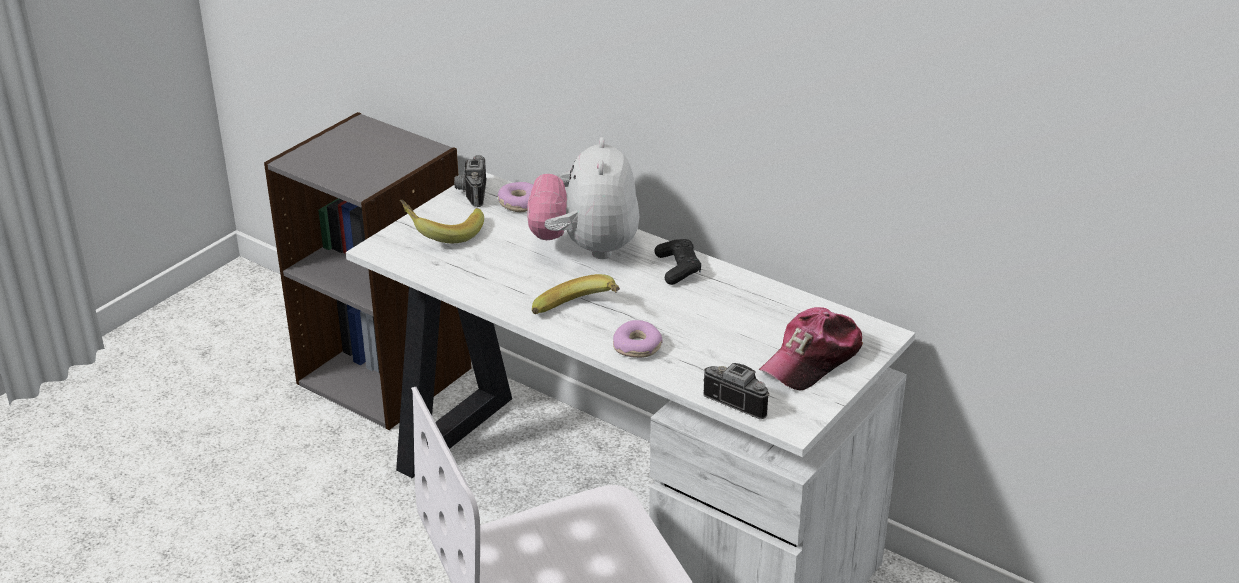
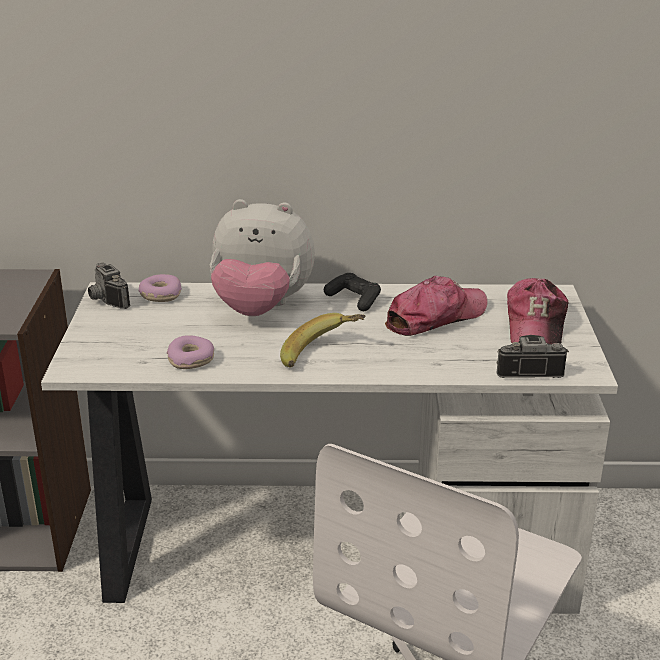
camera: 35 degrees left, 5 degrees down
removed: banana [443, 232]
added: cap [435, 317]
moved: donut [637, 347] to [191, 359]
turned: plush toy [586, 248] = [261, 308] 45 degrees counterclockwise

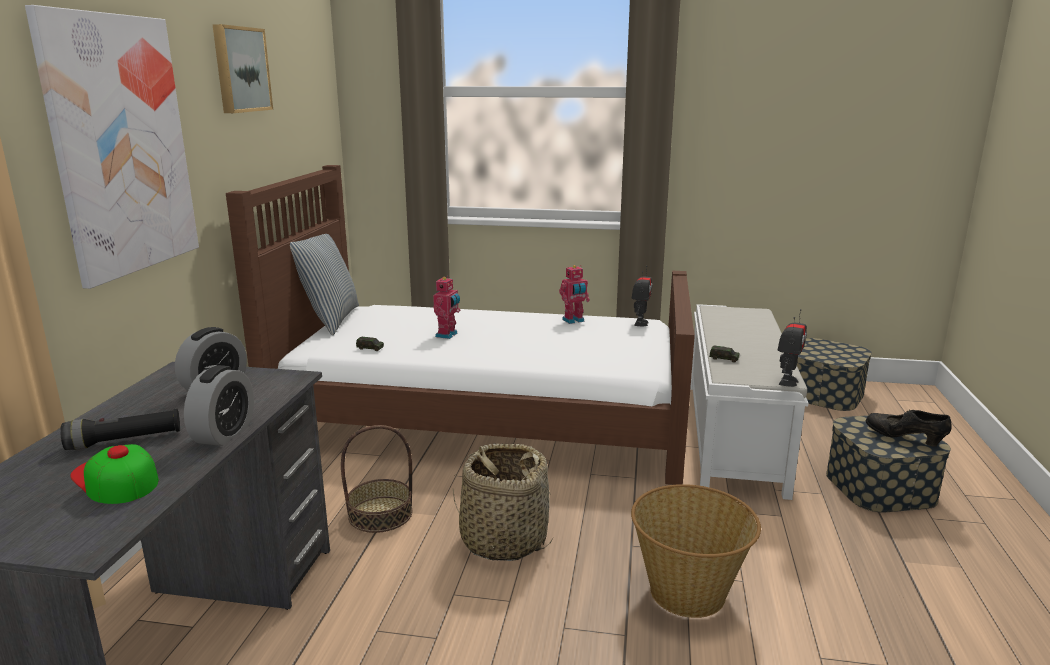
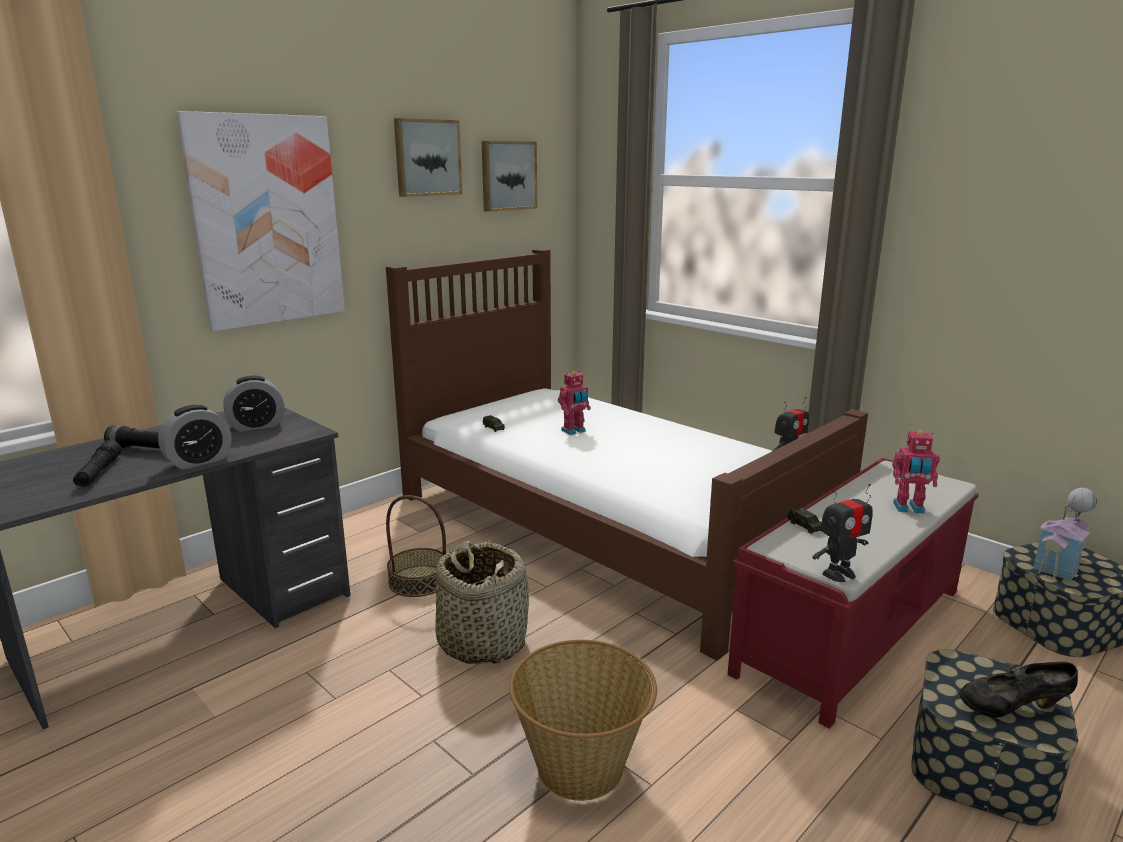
camera: 35 degrees right, 0 degrees up
removed: pillow [329, 320]
added: picture [507, 175]; toy house [1060, 565]
moved: toy robot [574, 321] to [909, 508]
replaced: cap [115, 478] to flashlight (black) [99, 472]
recoloured: bench (white) [733, 434] to bench (red) [852, 629]
turned: shoe (black) [904, 439] = [1011, 709] 75 degrees counterclockwise

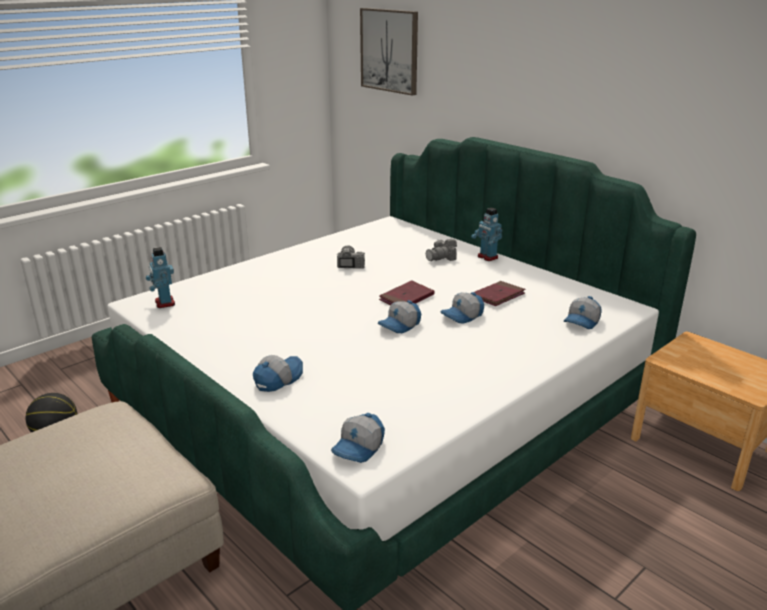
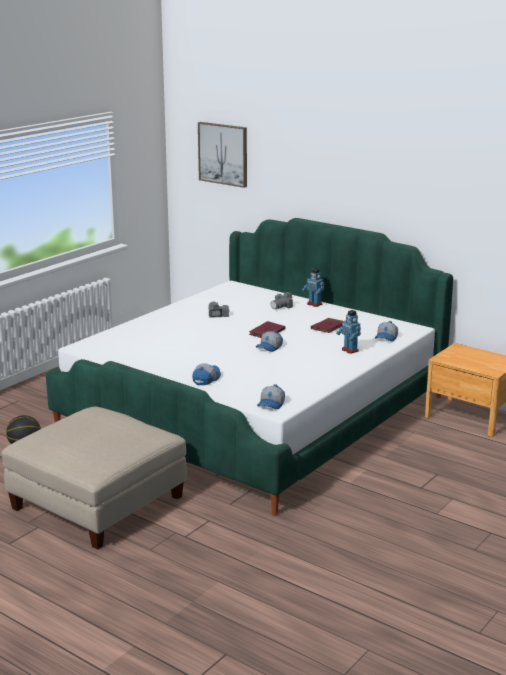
camera: 10 degrees left, 5 degrees down
removed: cap [462, 316]
moved: toy robot [164, 303] to [349, 350]

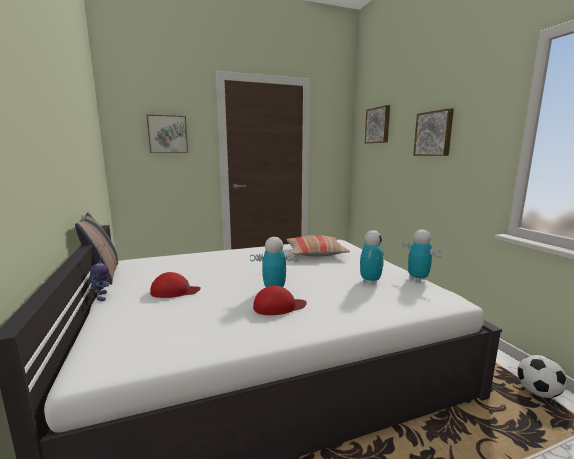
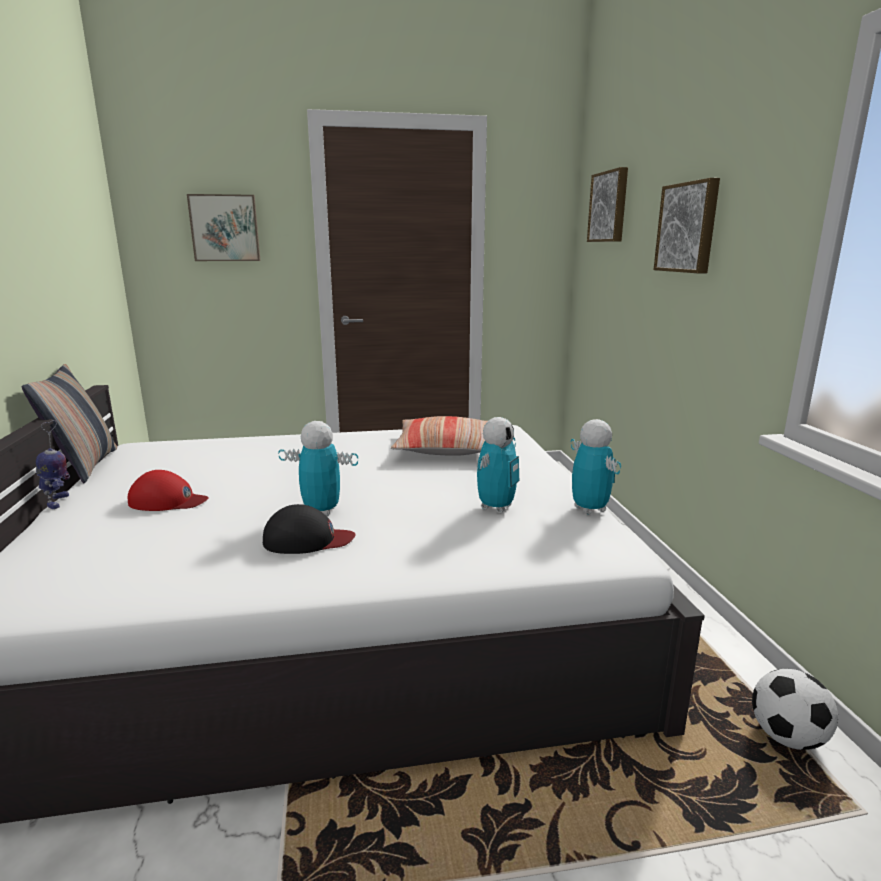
camera: 10 degrees right, 5 degrees up
recoloured: cap (red) [279, 306] to cap (black) [307, 540]

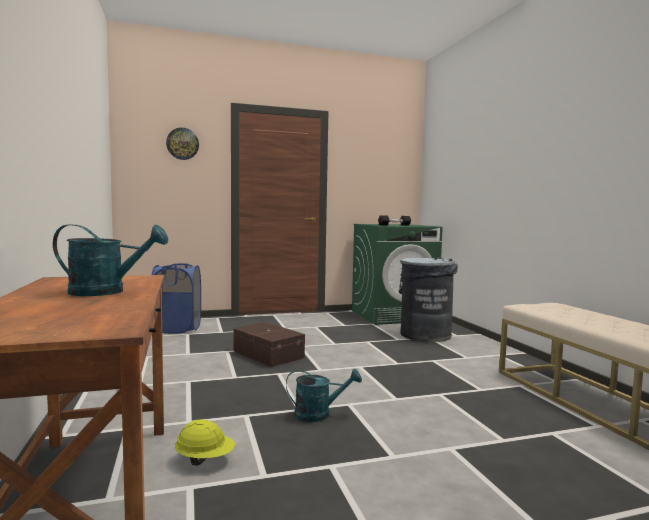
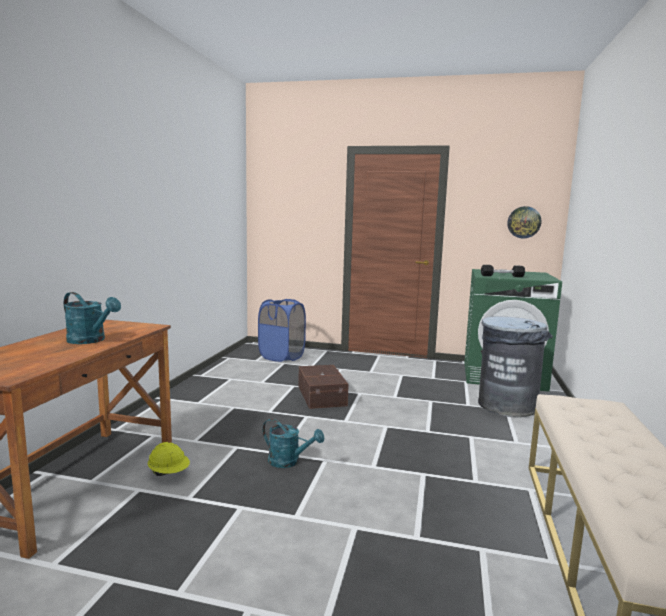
camera: 30 degrees right, 5 degrees up
moved: wall clock [182, 144] to [524, 222]

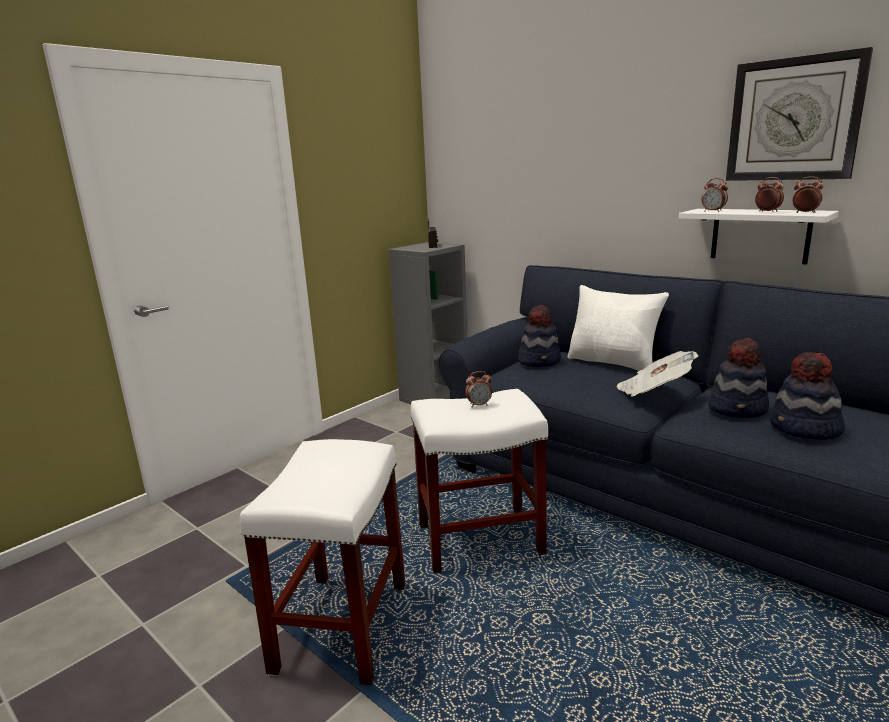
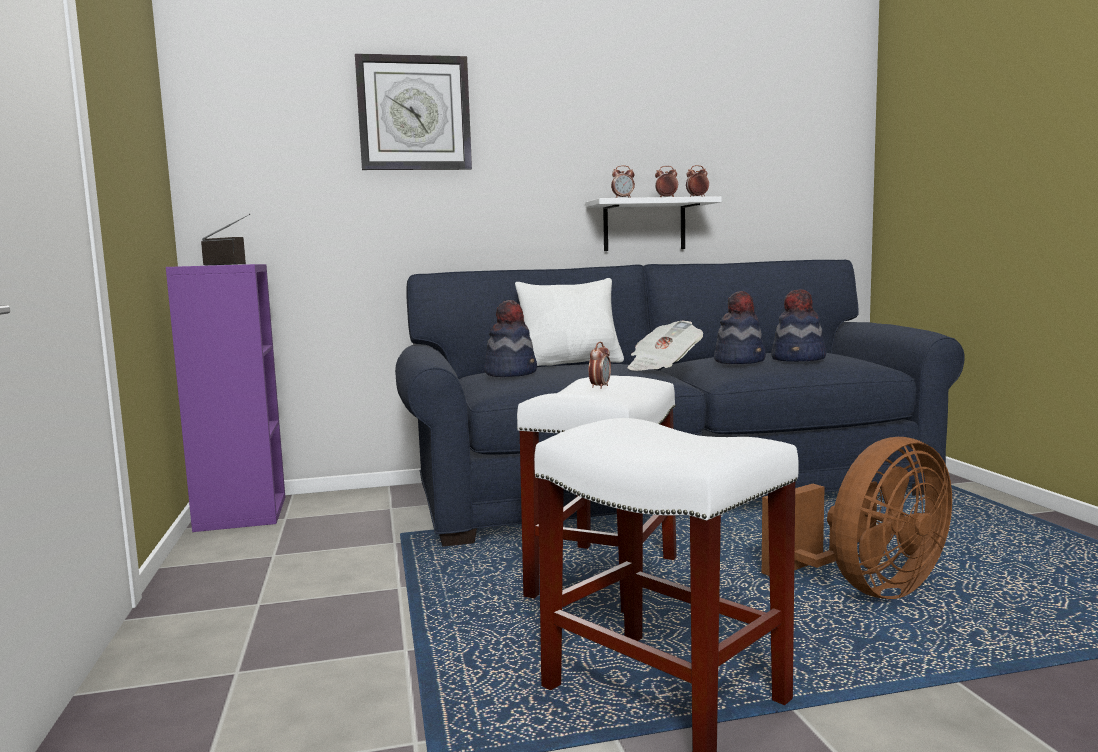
camera: 55 degrees left, 10 degrees down
added: fan (brown) [868, 589]
moved: wall clock [793, 120] to [414, 113]
recoloured: bookcase (grey) [434, 397] to bookcase (purple) [240, 513]

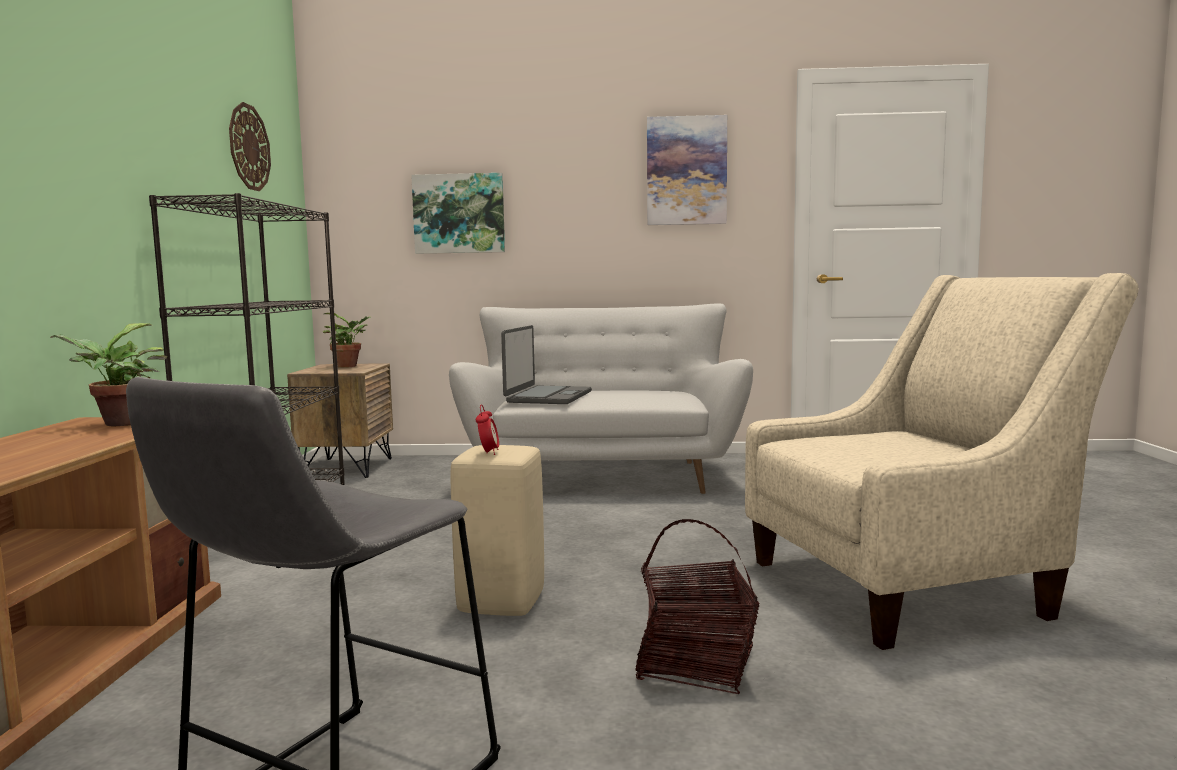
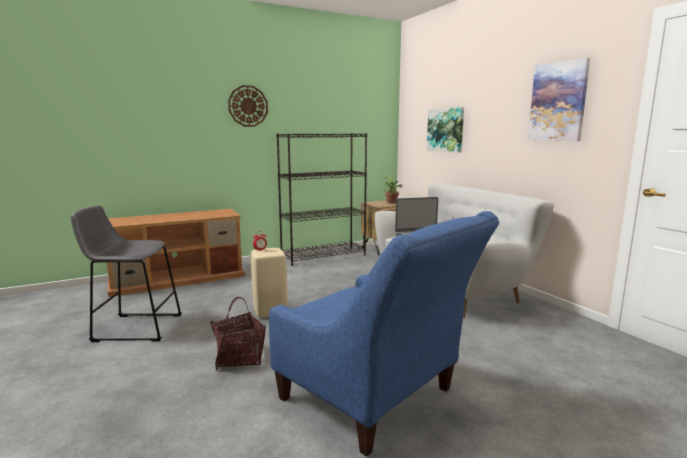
camera: 60 degrees right, 5 degrees up
removed: potted plant [119, 424]
moved: wall clock [249, 147] to [248, 106]
recoloured: armchair (beige) [912, 585] to armchair (blue) [376, 399]

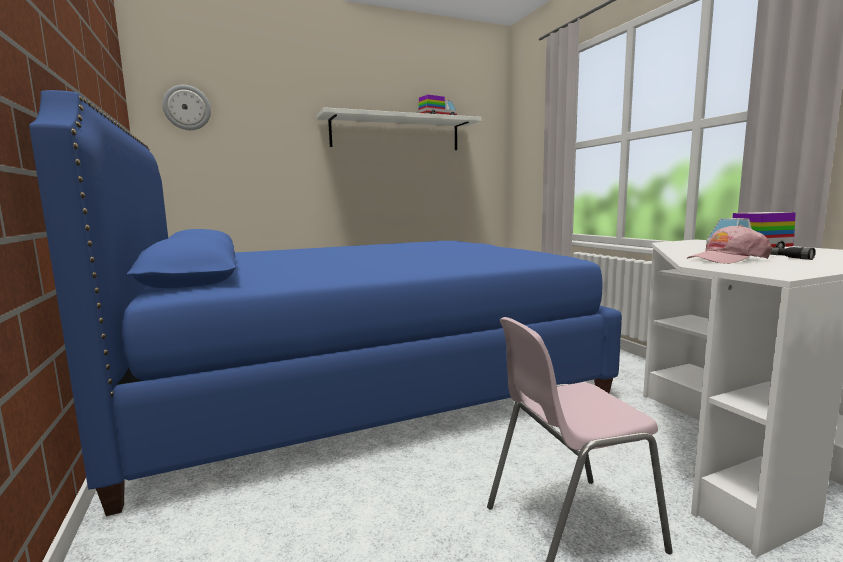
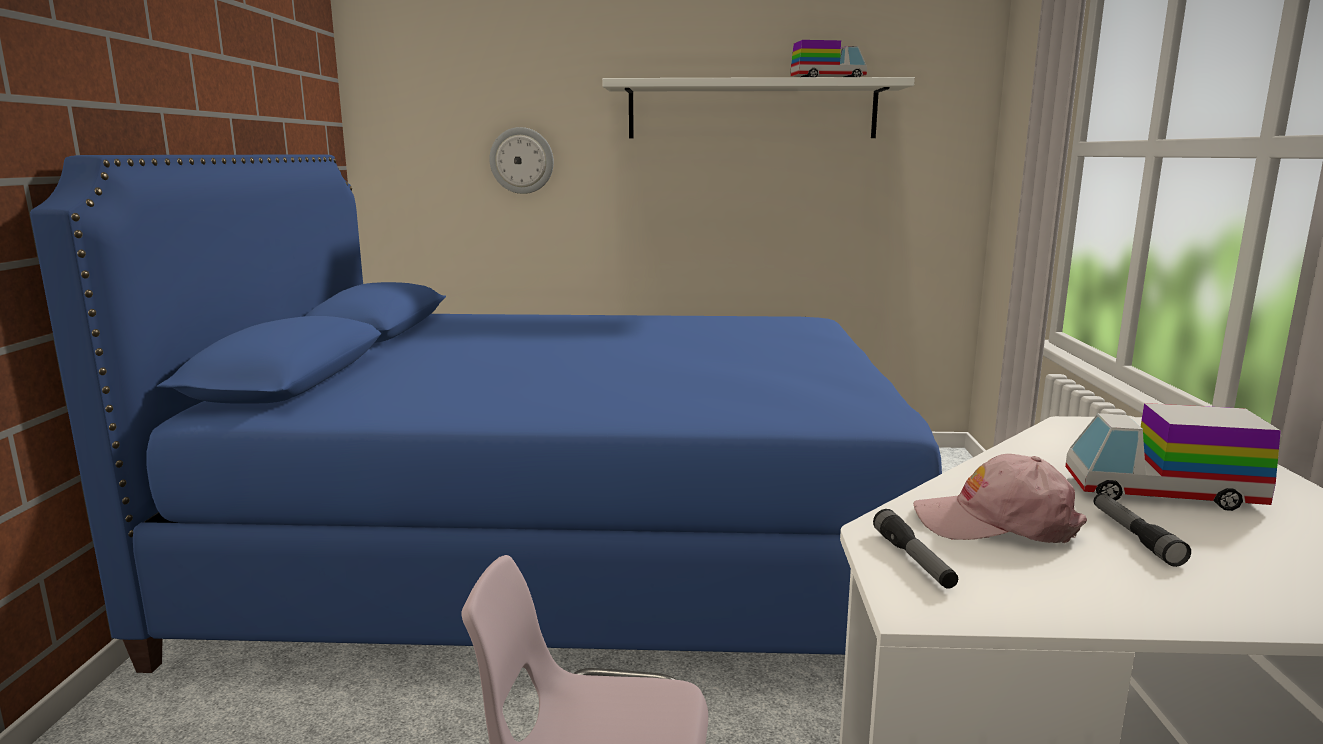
camera: 25 degrees right, 5 degrees up
added: flashlight [913, 560]
moved: wall clock [187, 108] to [522, 160]

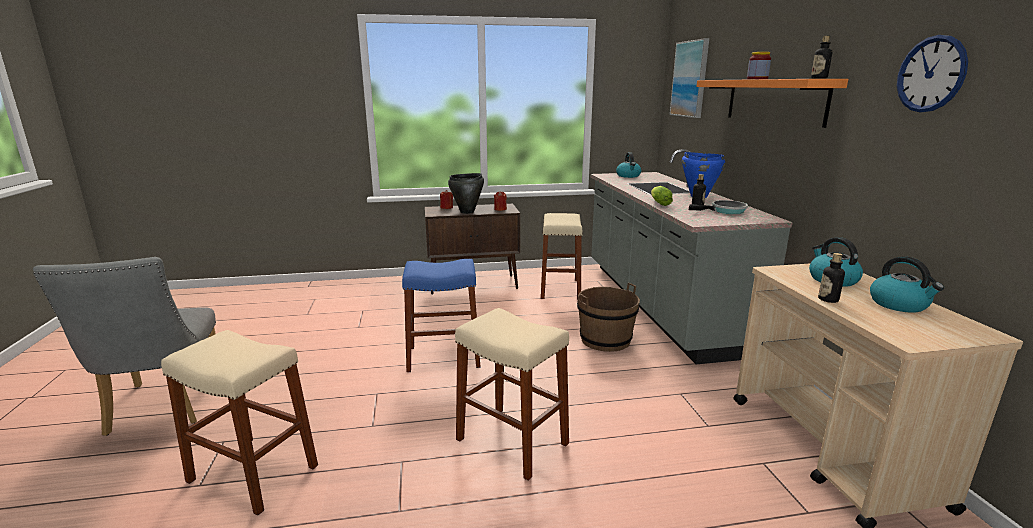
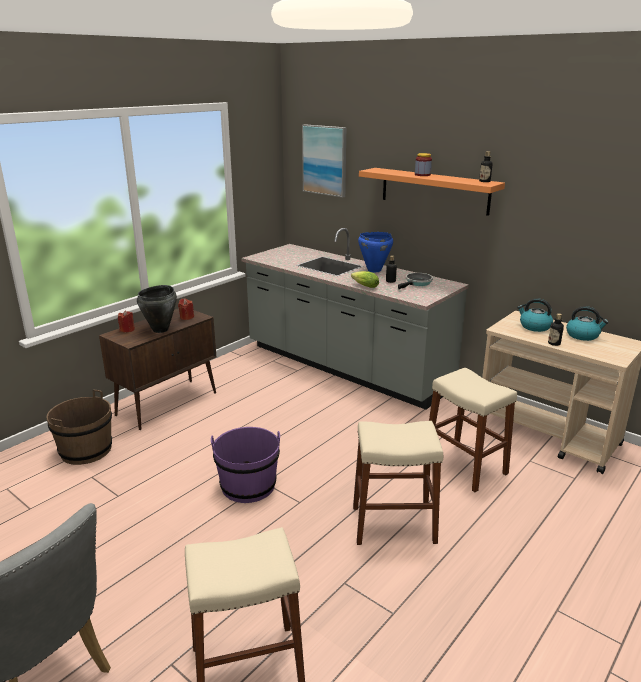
camera: 40 degrees left, 5 degrees up
removed: kettle [628, 176]; wall clock [931, 74]
moved: stool (beige) [560, 289] to [465, 466]; bucket (brown) [605, 340] to [86, 450]
replaced: stool (blue) [444, 357] to bucket (purple) [248, 486]

